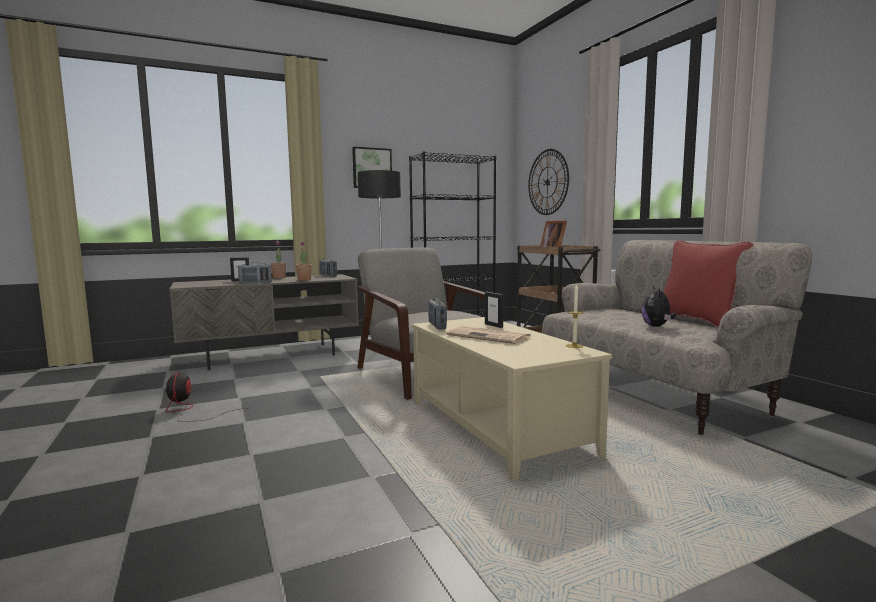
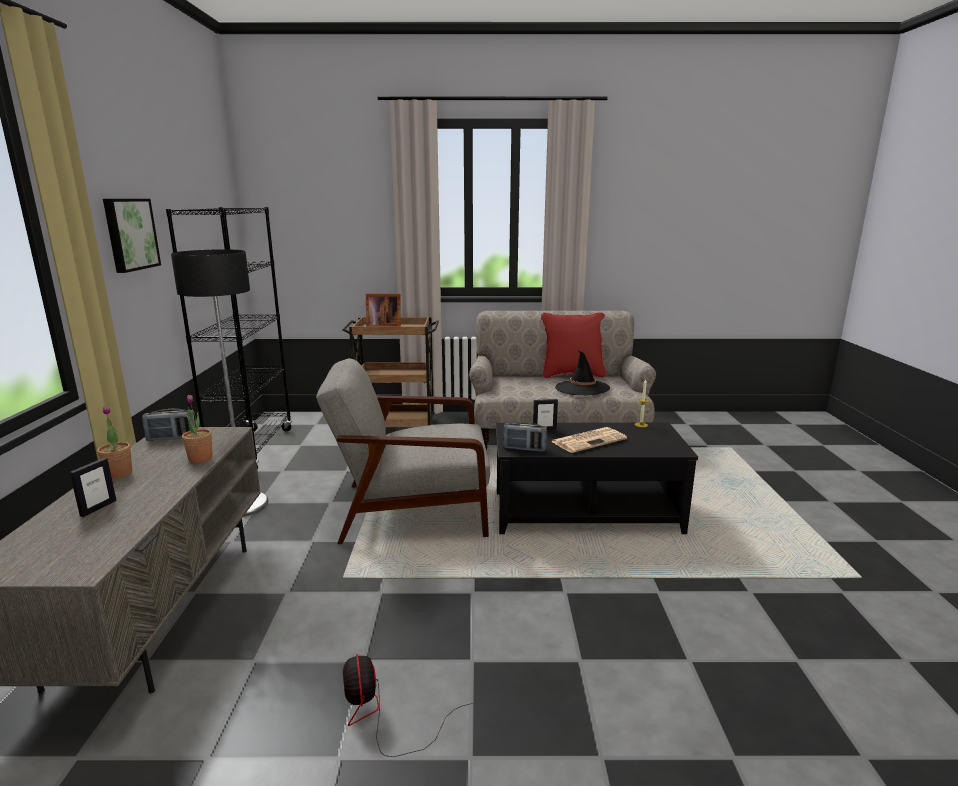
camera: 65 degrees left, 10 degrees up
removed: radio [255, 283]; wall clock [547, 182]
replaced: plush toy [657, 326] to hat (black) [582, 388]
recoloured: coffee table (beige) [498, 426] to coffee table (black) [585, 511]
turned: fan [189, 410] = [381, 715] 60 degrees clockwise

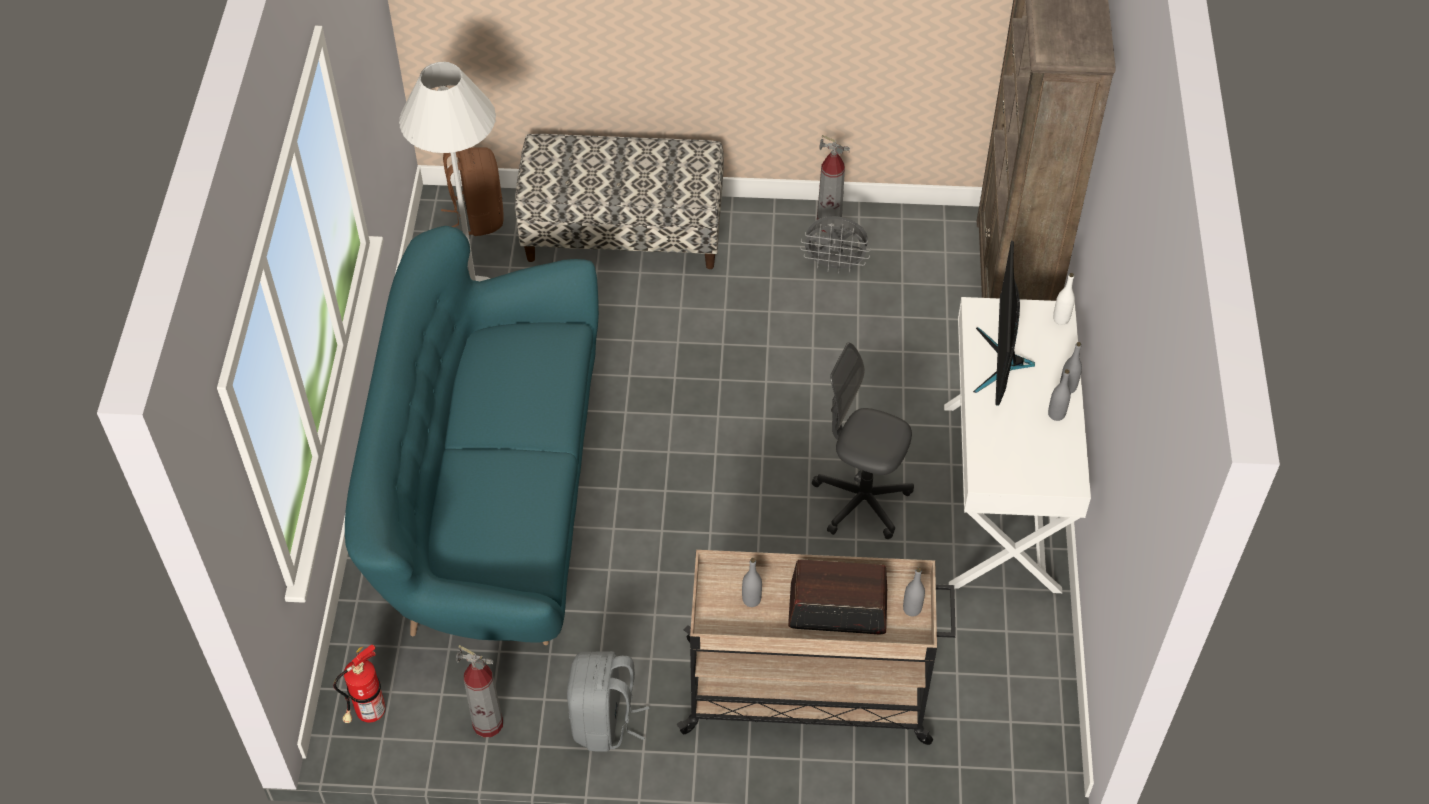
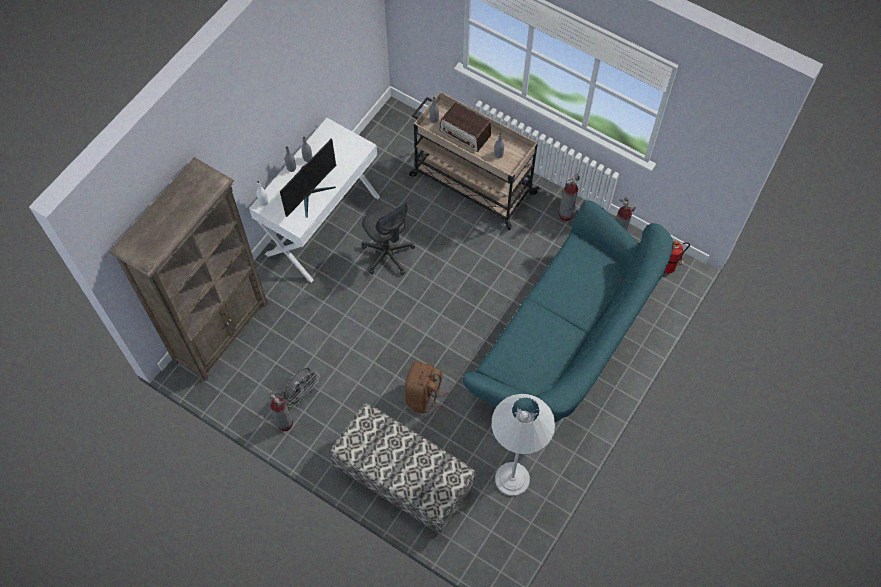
camera: 150 degrees left, 10 degrees up
moved: backpack (brown) [477, 216] to [424, 396]
replaced: backpack (grey) [604, 721] to fire extinguisher [566, 214]
turned: fan (grey) [835, 265] = [302, 393] 90 degrees clockwise

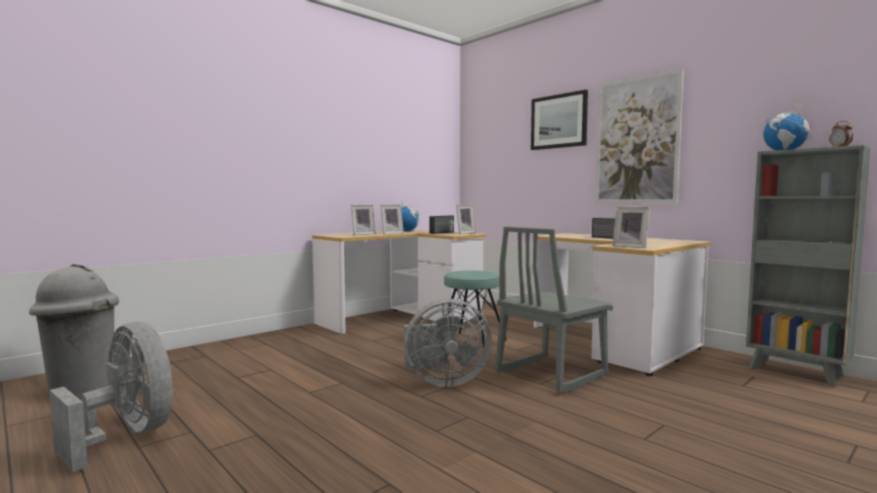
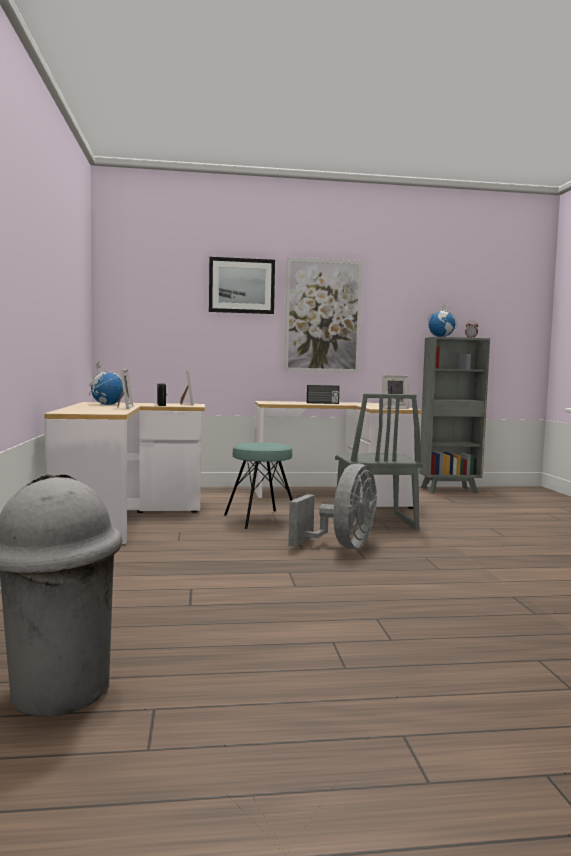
camera: 55 degrees left, 0 degrees up
removed: fan (grey) [128, 435]; picture frame [362, 234]

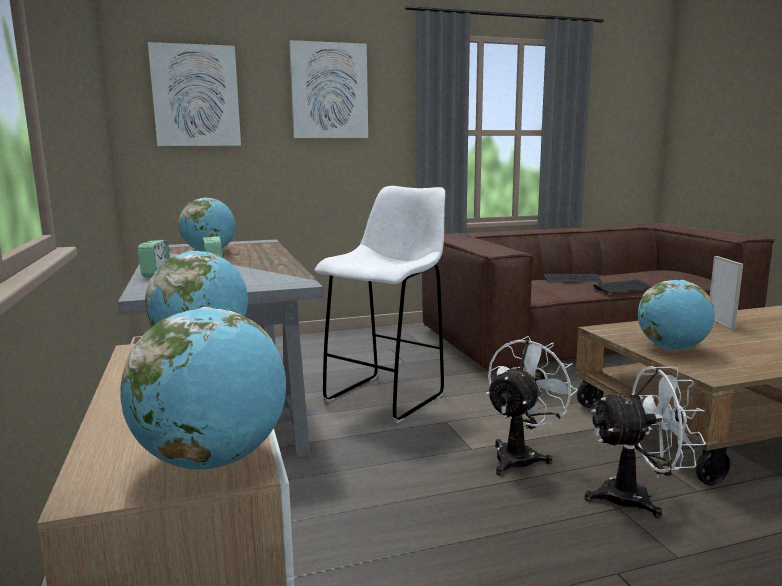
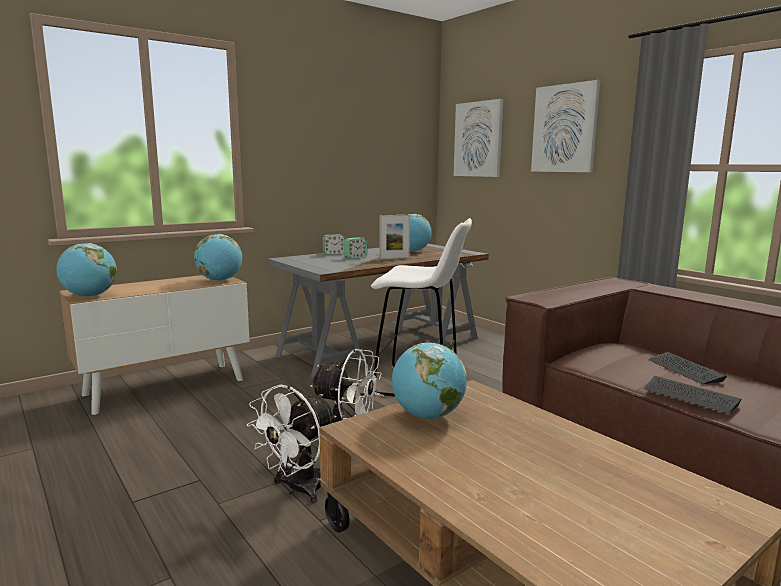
camera: 70 degrees right, 0 degrees up
moved: picture frame [720, 324] to [394, 258]
turned: fan (white) [637, 497] = [298, 489] 60 degrees clockwise

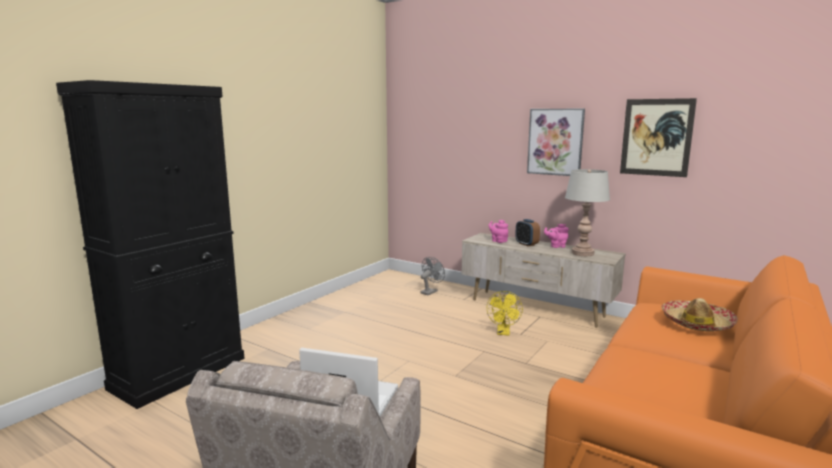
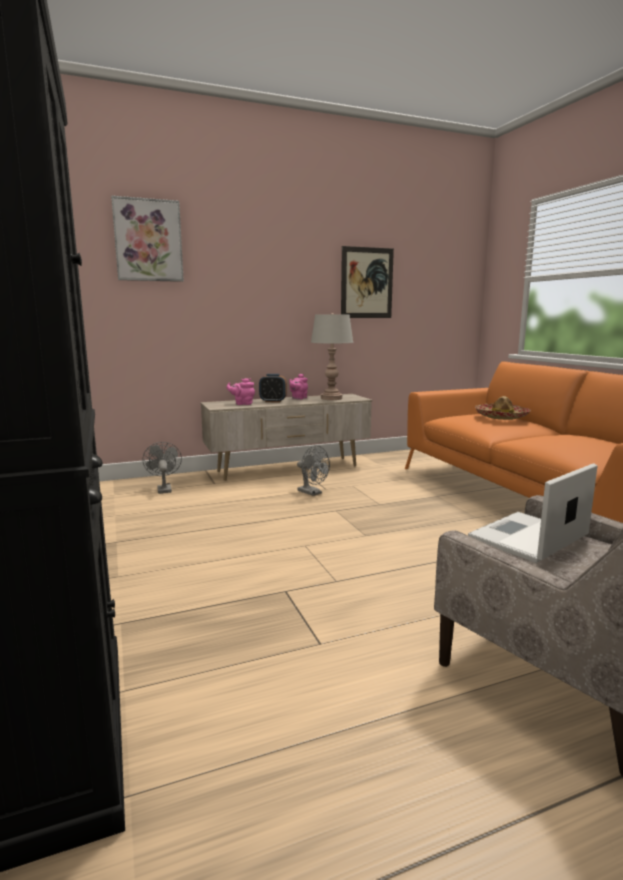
camera: 55 degrees left, 0 degrees up
moved: picture [555, 142] to [148, 240]
recoloured: fan (yellow) [503, 332] to fan (grey) [312, 493]

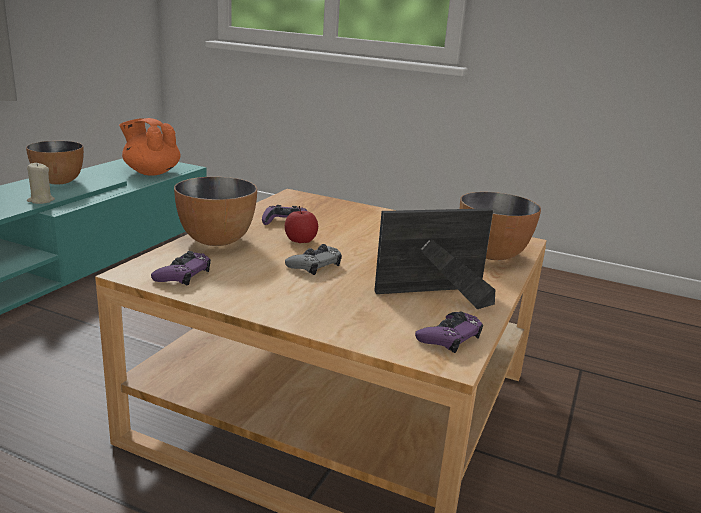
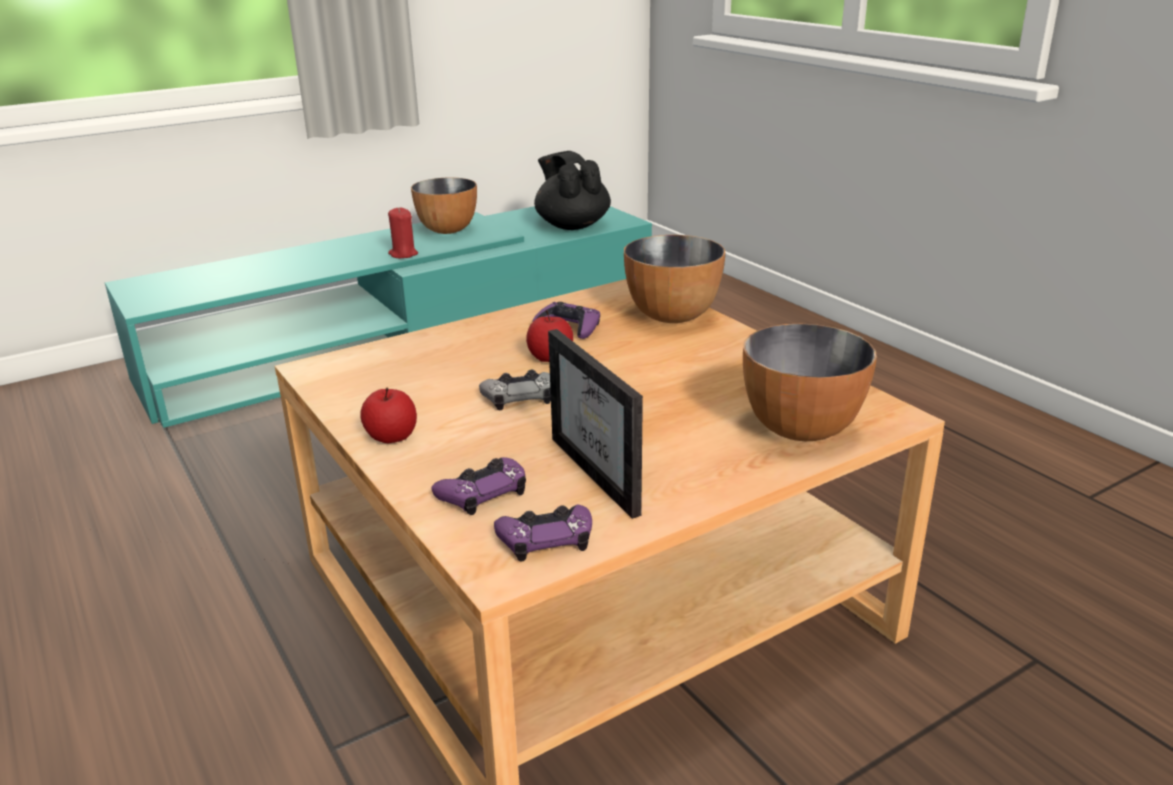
camera: 35 degrees right, 5 degrees up
added: apple [391, 437]
moved: game controller (purple) [183, 274] to [482, 492]; bowl [216, 240] to [671, 316]
recoloured: candle (beige) [41, 200] to candle (red) [403, 254]; teapot (orange) [151, 172] to teapot (black) [572, 225]
turned: picture frame [431, 295] = [610, 472] 135 degrees counterclockwise

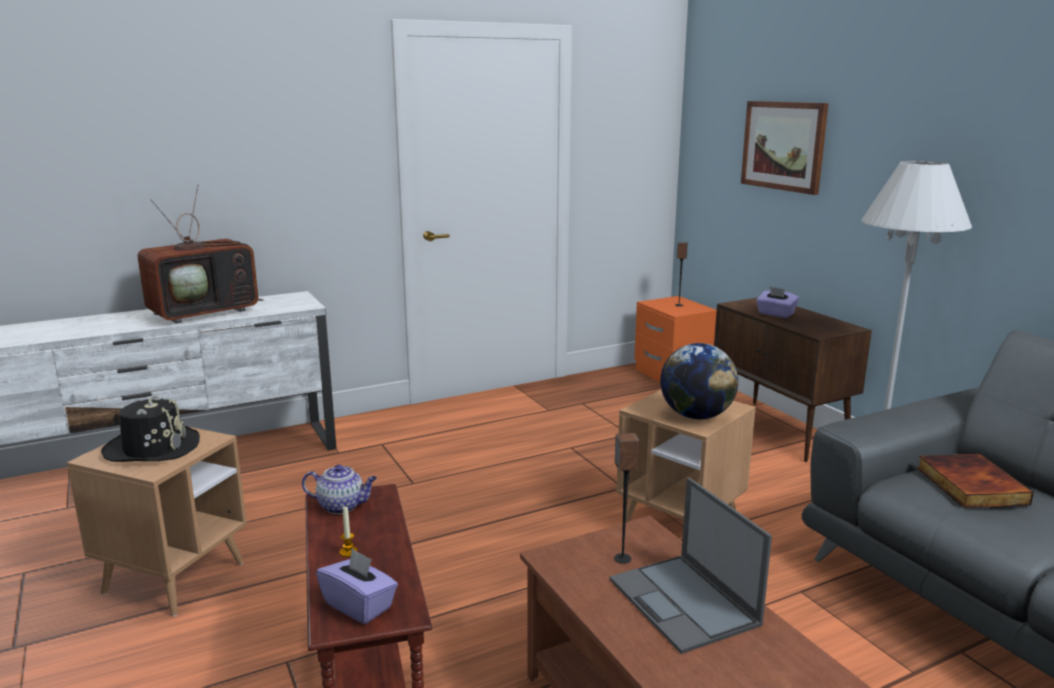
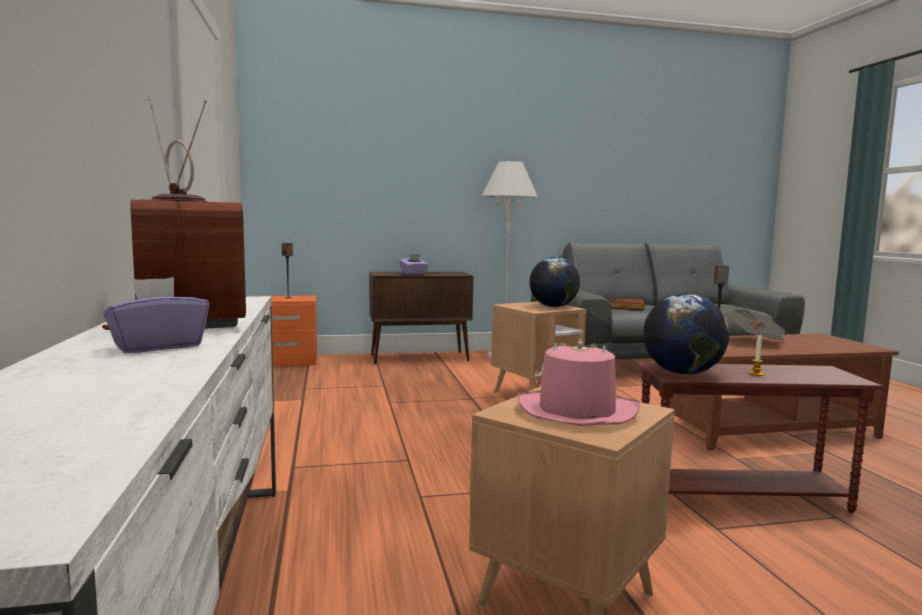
camera: 75 degrees left, 10 degrees down
removed: picture [783, 146]
moved: tissue box (purple) [359, 605] to [158, 346]
replaced: teapot [342, 506] to globe [682, 373]; laptop [684, 603] to newspaper [756, 342]
recoloured: hat (black) [152, 448] to hat (pink) [576, 411]

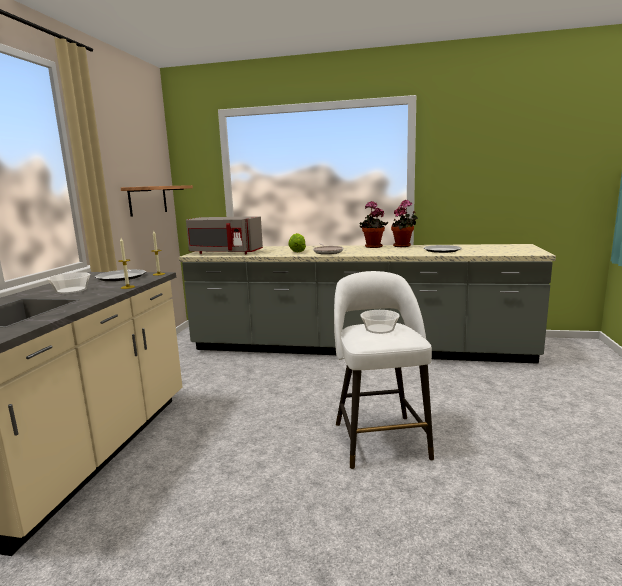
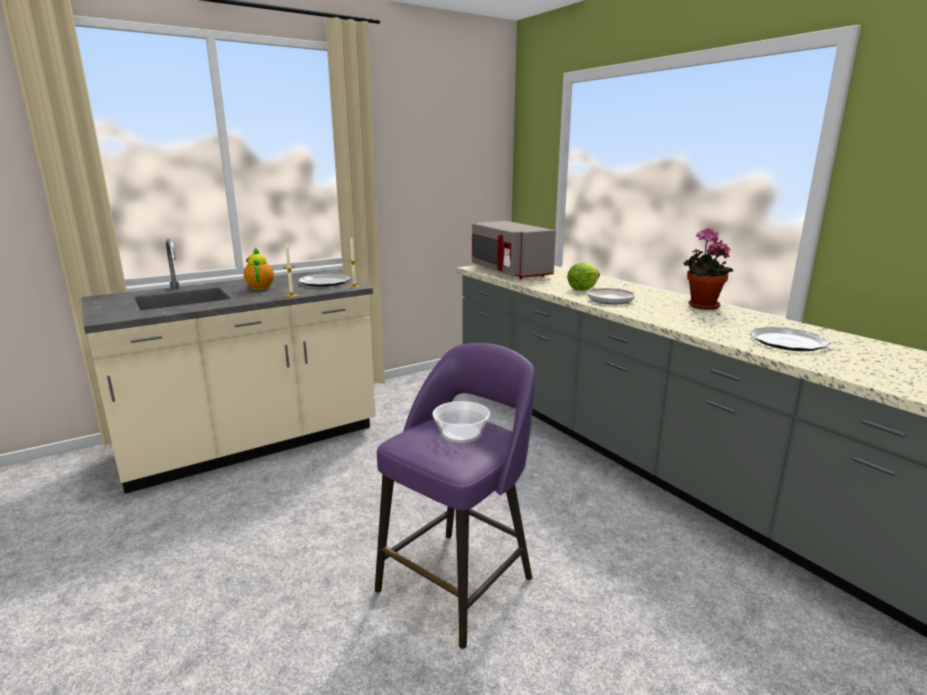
camera: 45 degrees right, 5 degrees up
removed: shelf [148, 200]; potted plant [403, 246]
replaced: bowl [72, 290] to teapot [260, 287]
recoloured: stool (white) [380, 438] to stool (purple) [458, 581]

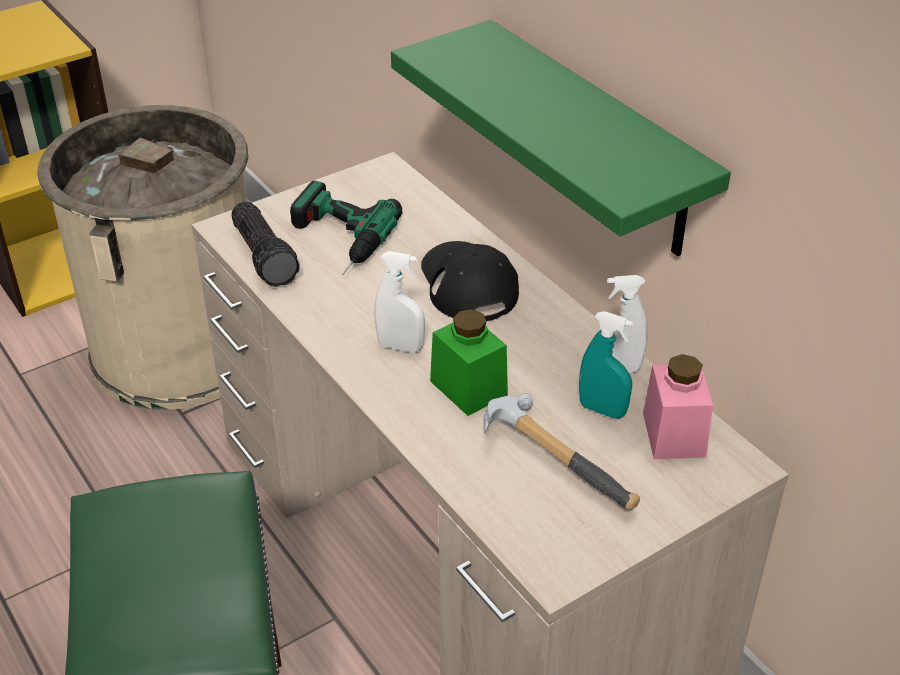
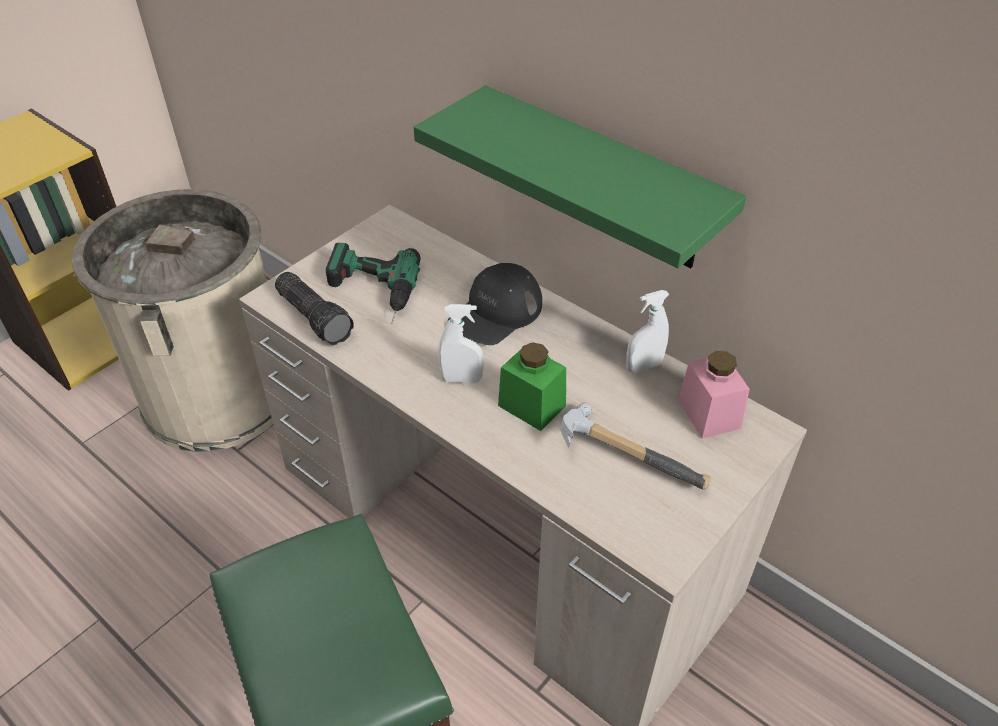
camera: 15 degrees left, 5 degrees up
removed: spray bottle (turquoise) [602, 410]
turned: cap (black) [468, 284] = [496, 312] 105 degrees counterclockwise

